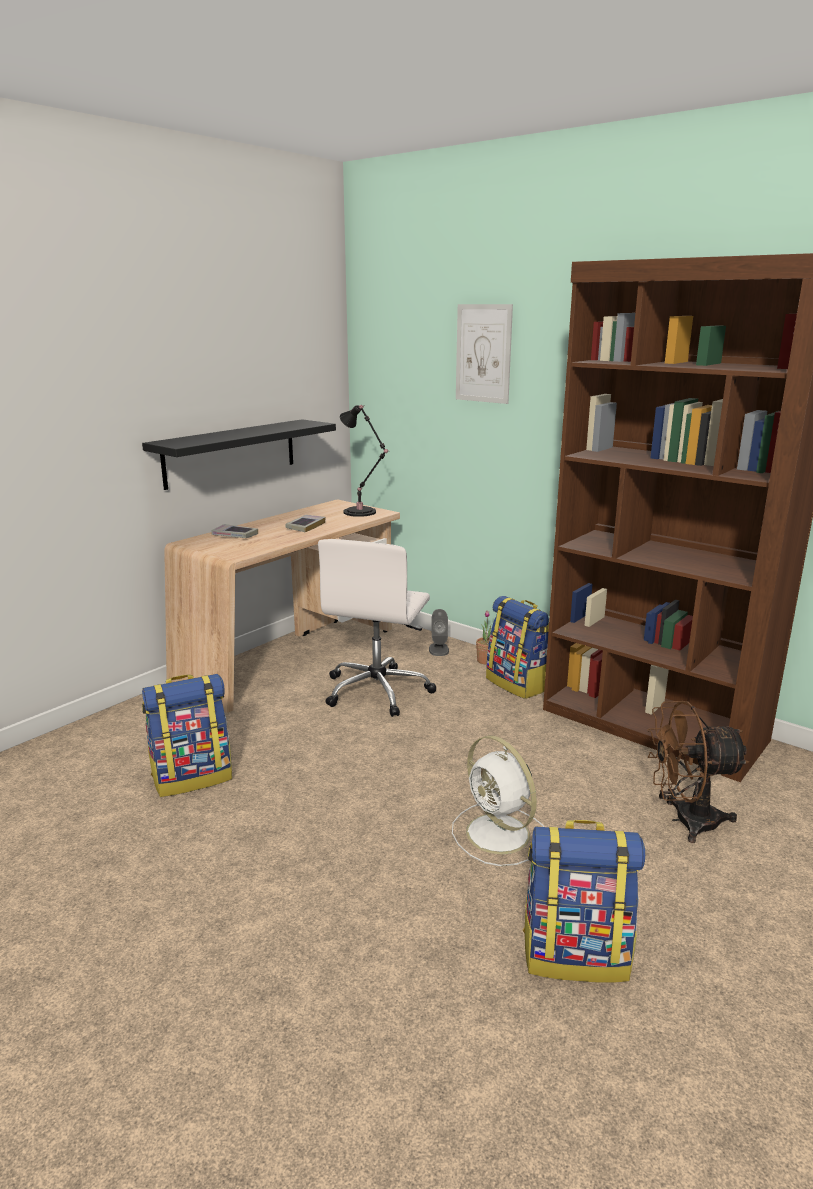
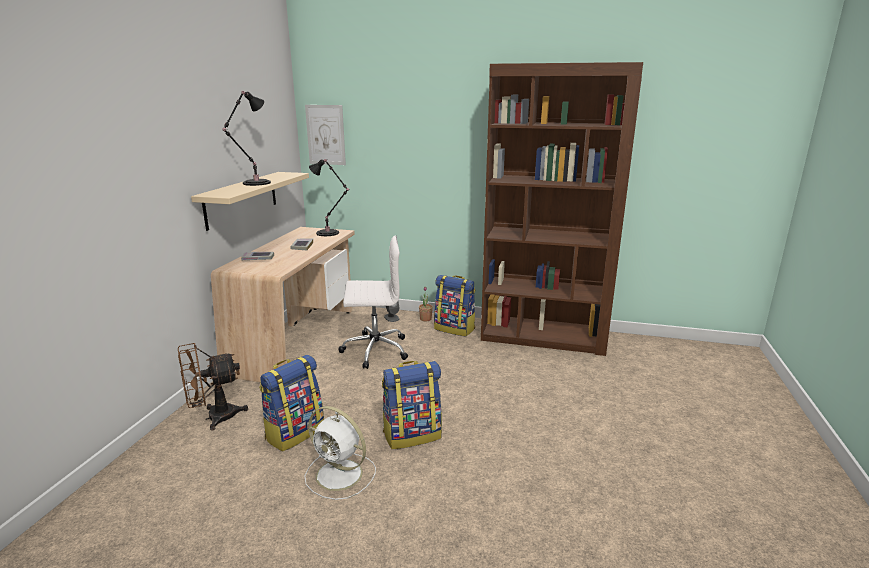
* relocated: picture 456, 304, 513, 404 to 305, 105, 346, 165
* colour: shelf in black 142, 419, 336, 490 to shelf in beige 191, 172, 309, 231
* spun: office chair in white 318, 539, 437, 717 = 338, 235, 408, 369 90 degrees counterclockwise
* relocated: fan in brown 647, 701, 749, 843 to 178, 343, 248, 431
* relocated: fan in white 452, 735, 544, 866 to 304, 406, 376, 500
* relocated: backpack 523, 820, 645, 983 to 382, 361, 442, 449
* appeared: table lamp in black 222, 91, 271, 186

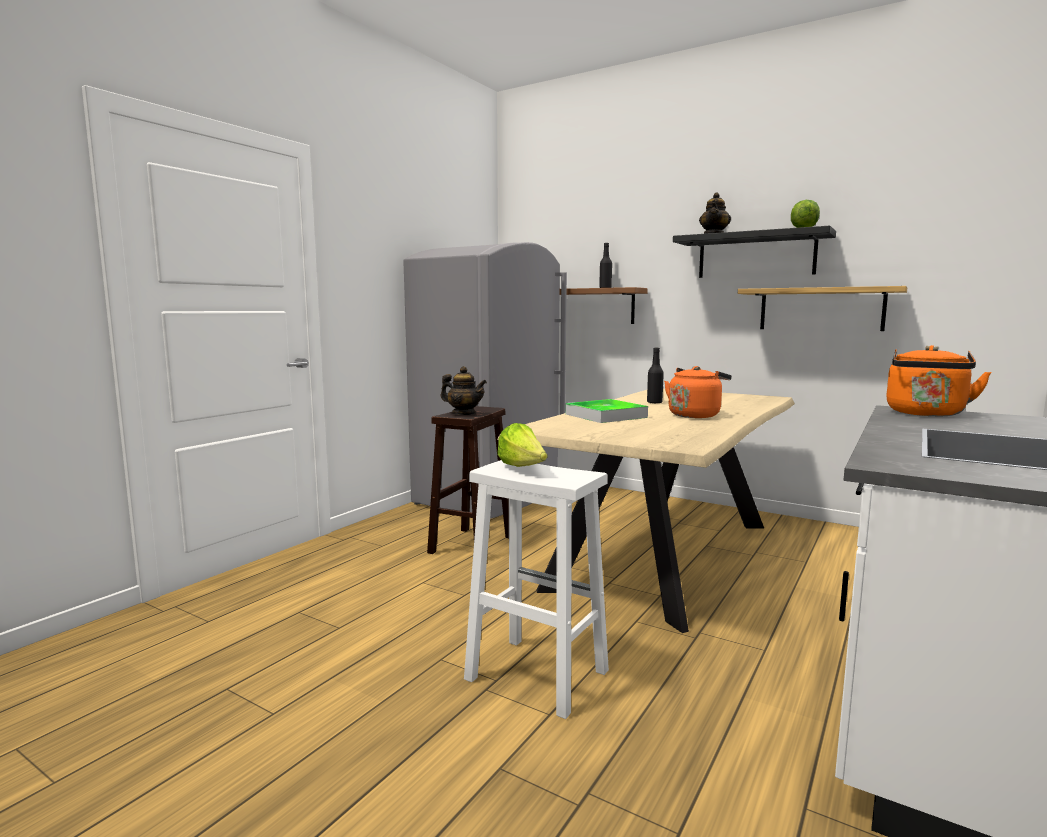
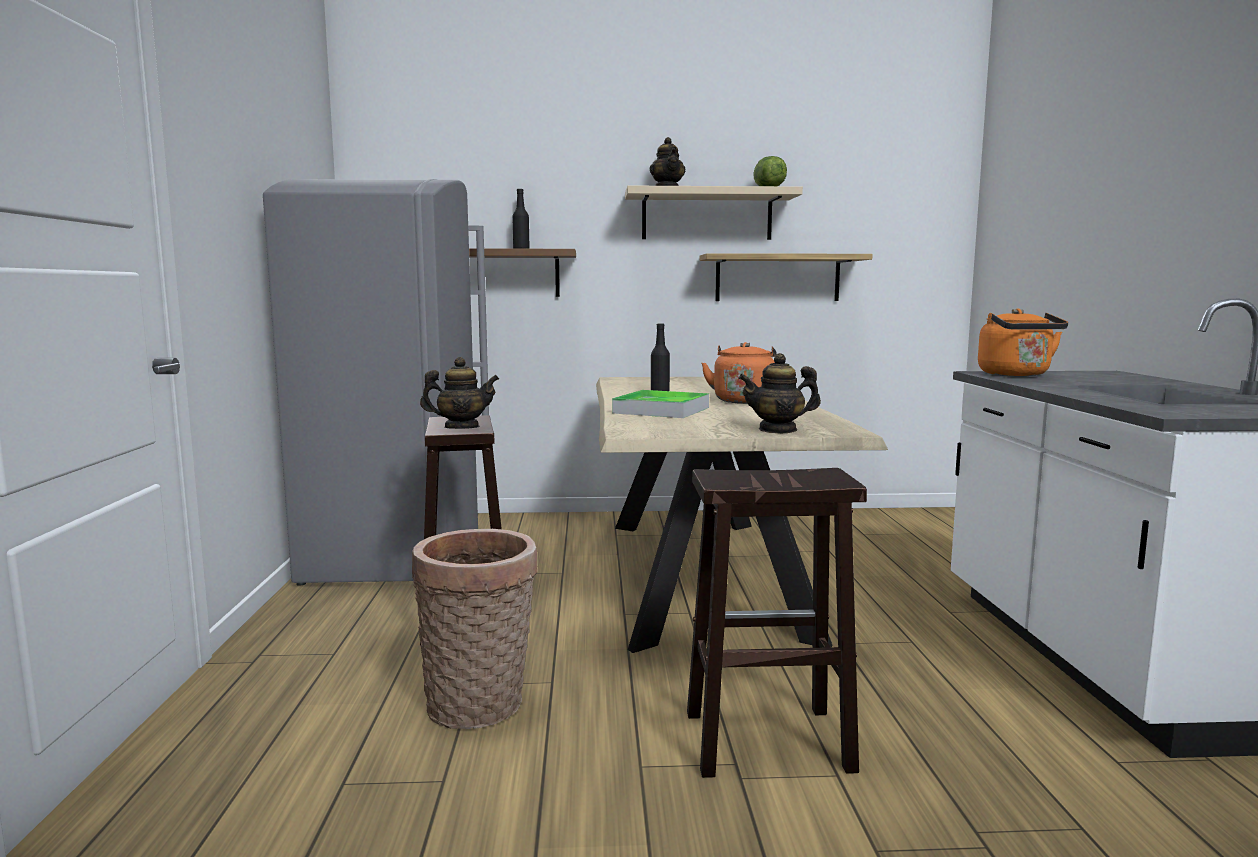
* colour: shelf in black 673, 226, 836, 278 to shelf in beige 625, 186, 803, 240
* missing: lettuce 497, 423, 547, 467
* colour: stool in white 464, 460, 609, 719 to stool in brown 687, 468, 867, 778
* appeared: teapot 738, 353, 821, 433
* appeared: basket 412, 529, 538, 729

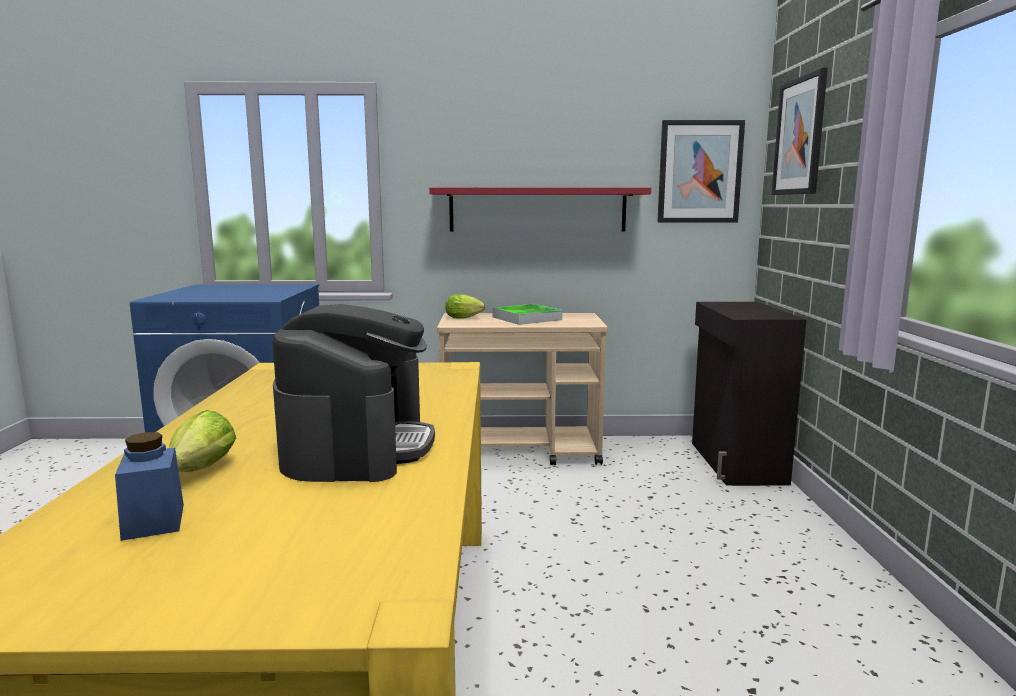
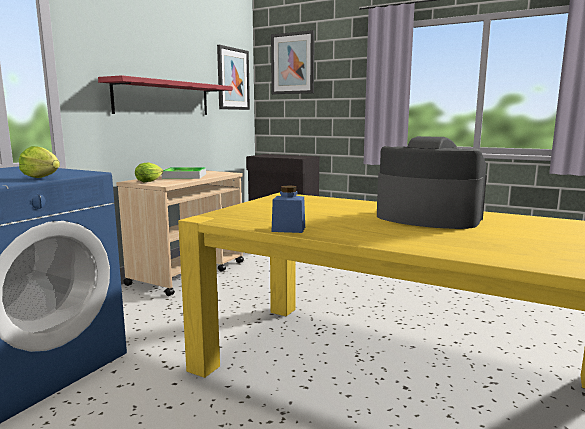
* relocated: lettuce 169, 410, 236, 472 to 19, 146, 60, 178
* relocated: jar in blue 115, 432, 184, 541 to 272, 186, 305, 233

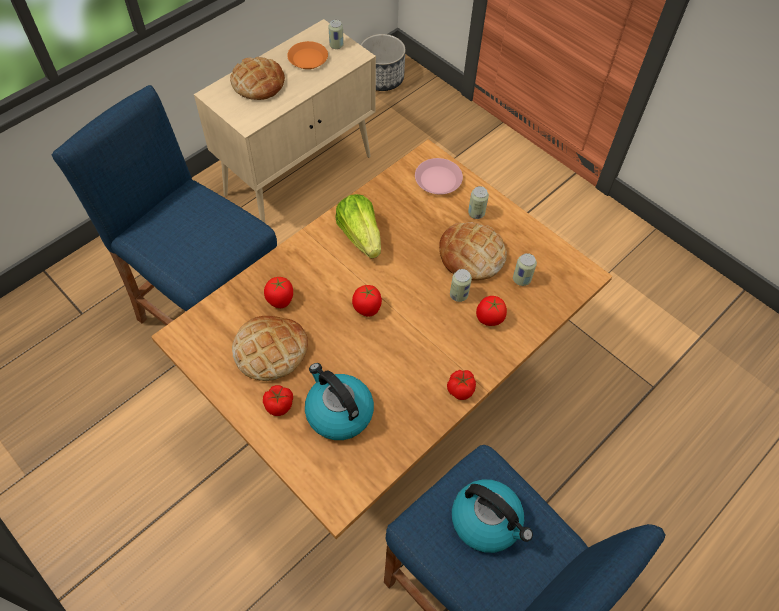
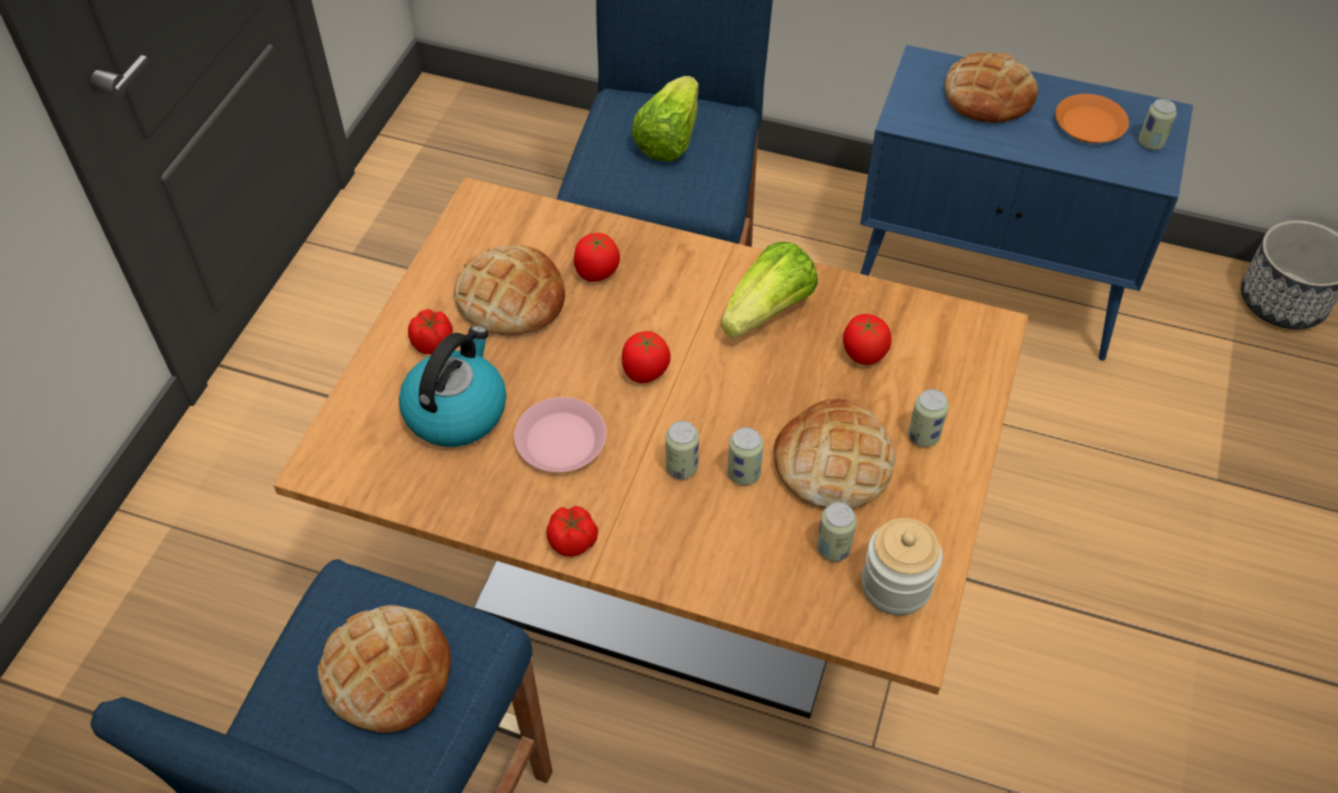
* colour: cabinet in beige 194, 19, 376, 223 to cabinet in blue 860, 45, 1193, 360
* relocated: plate in pink 415, 158, 463, 195 to 514, 397, 607, 472
* relocated: tomato 476, 296, 507, 326 to 843, 314, 892, 365
* exchanged: kettle 452, 479, 533, 553 to bread 318, 605, 451, 733
* appeared: lettuce 632, 76, 699, 161
* appeared: can 666, 421, 699, 480
* appeared: jar 862, 518, 943, 616

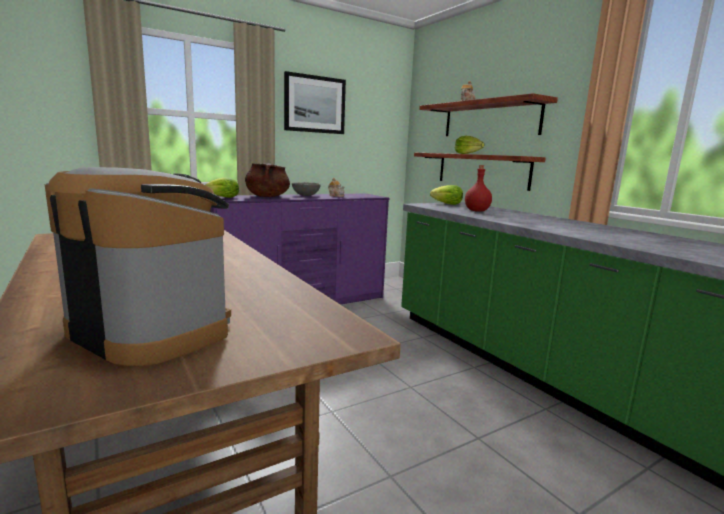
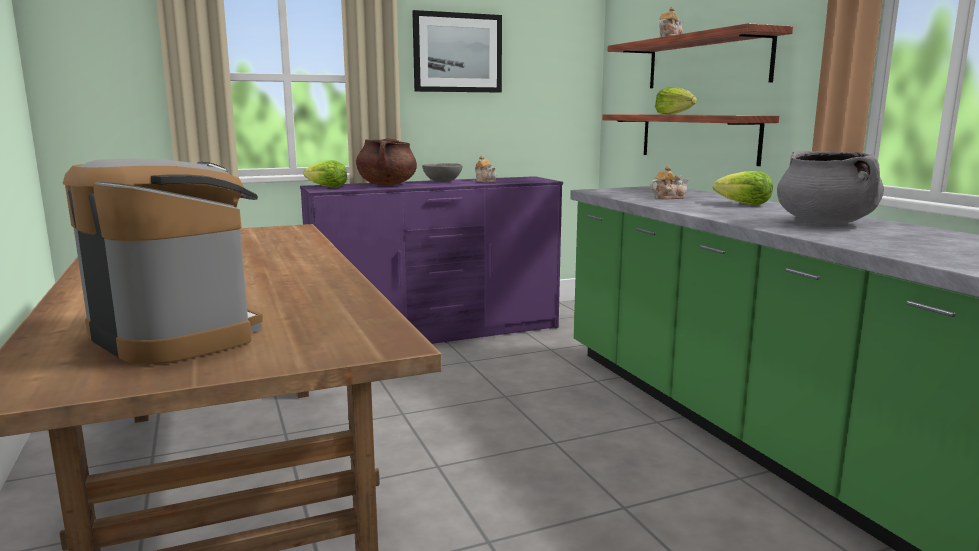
* exchanged: bottle in red 465, 165, 492, 212 to teapot 650, 166, 689, 199
* relocated: lettuce 430, 185, 463, 205 to 713, 171, 773, 205
* appeared: cooking pot in grey 777, 151, 884, 224

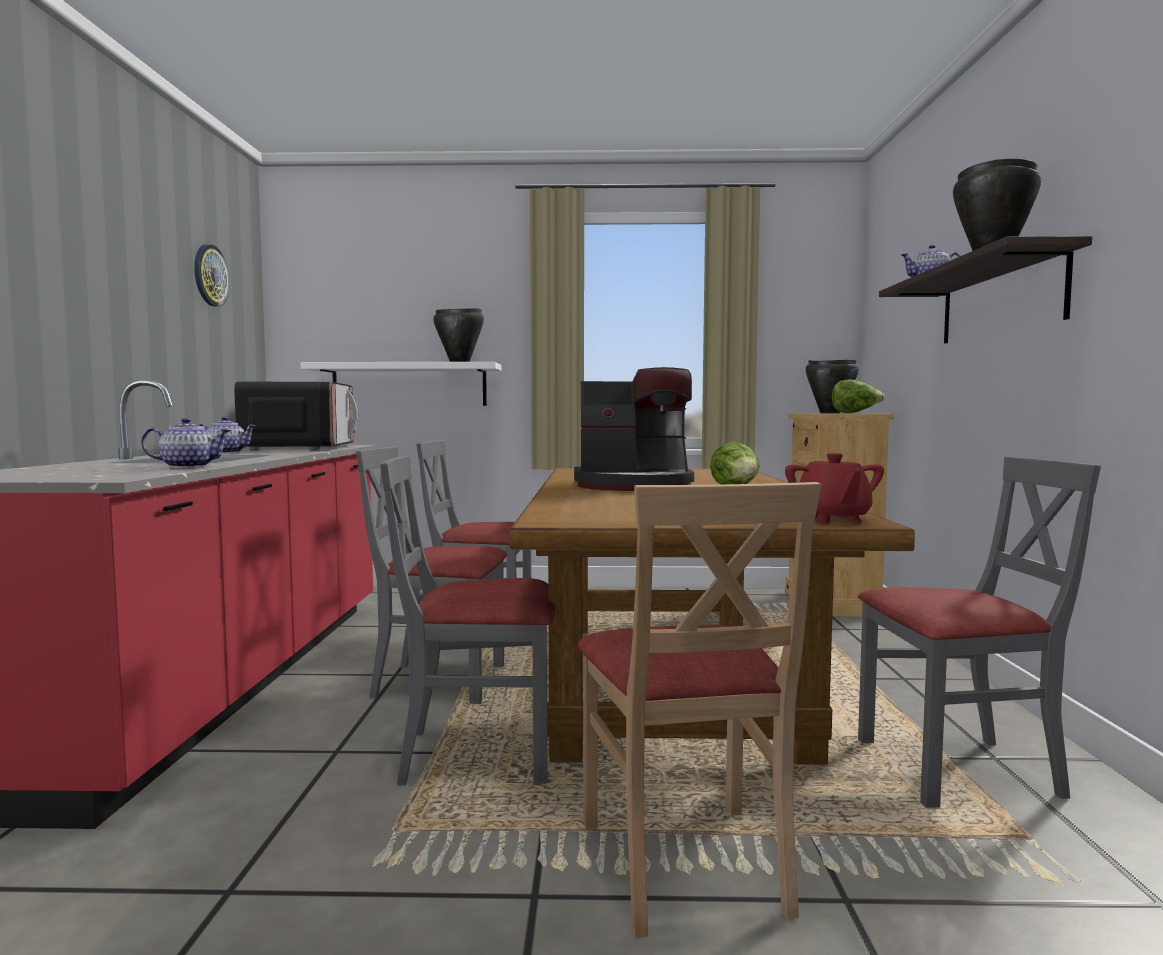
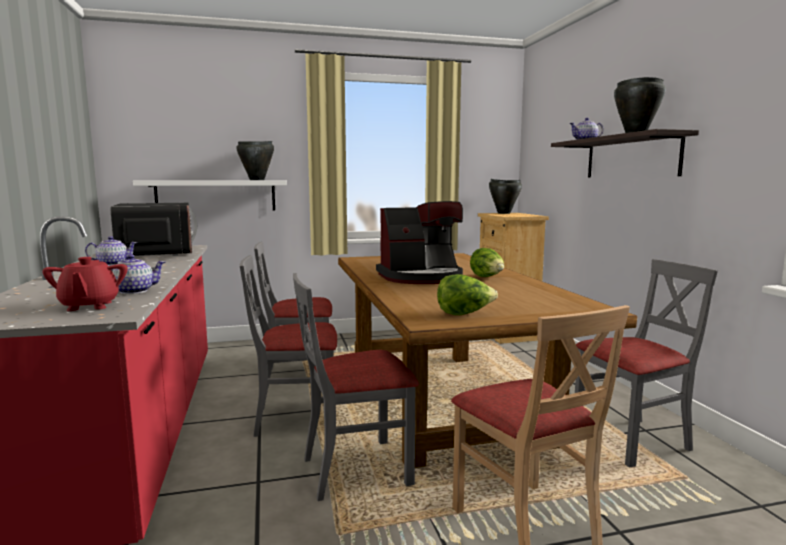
* missing: wall clock 194, 244, 230, 306
* relocated: lettuce 832, 379, 884, 413 to 437, 274, 498, 315
* relocated: teapot in red 785, 453, 884, 523 to 42, 257, 128, 311

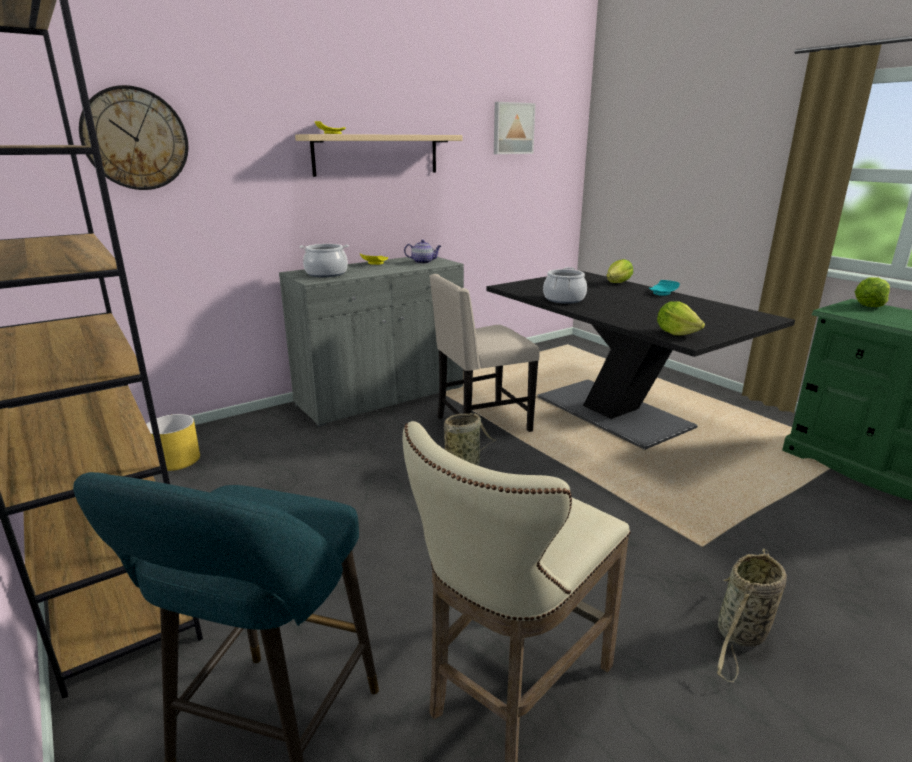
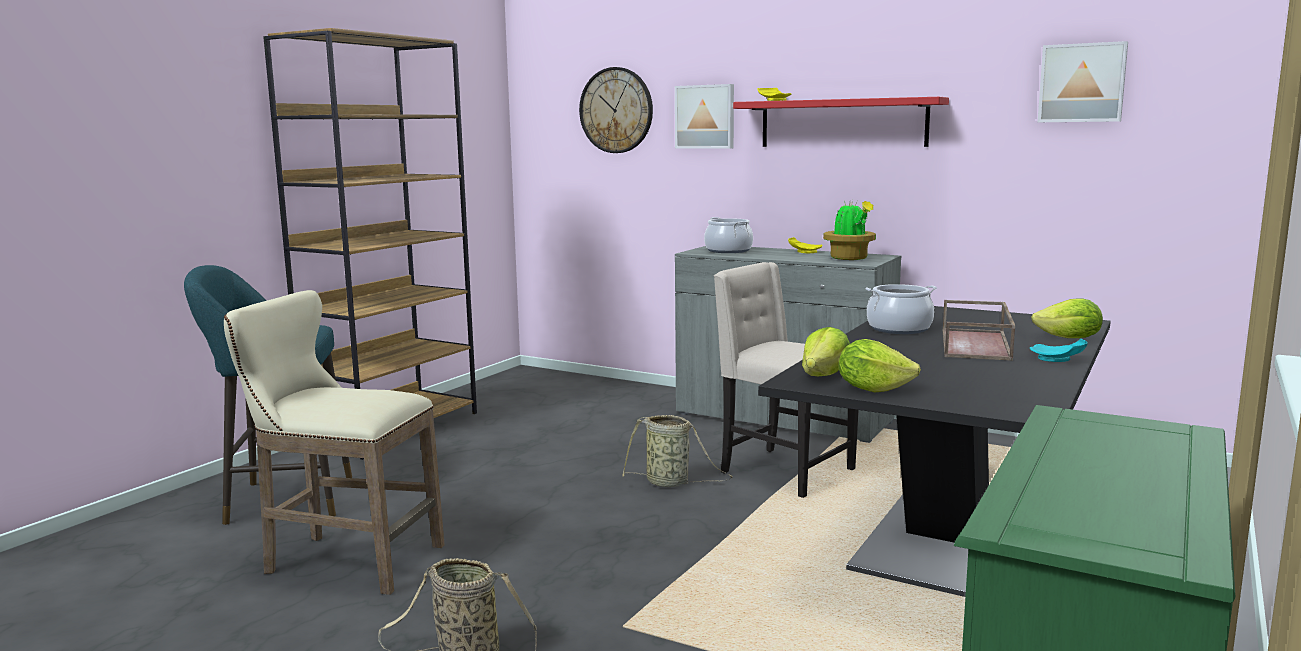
* colour: shelf in beige 295, 134, 462, 177 to shelf in red 733, 97, 949, 147
* exchanged: teapot 404, 240, 441, 264 to potted plant 823, 200, 876, 260
* relocated: lettuce 855, 277, 890, 307 to 839, 339, 921, 393
* missing: planter in yellow 146, 414, 200, 471
* appeared: picture 675, 84, 734, 149
* appeared: tray in brown 943, 300, 1015, 361

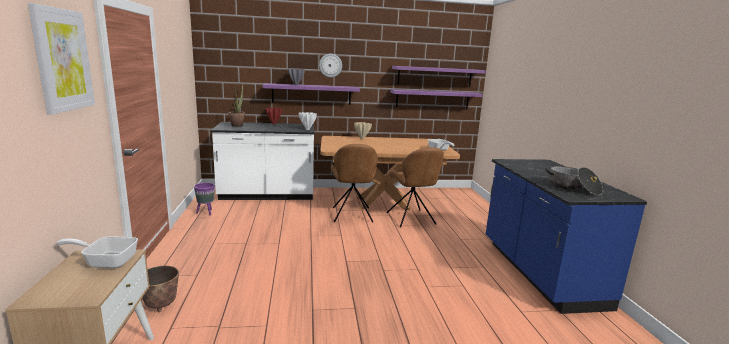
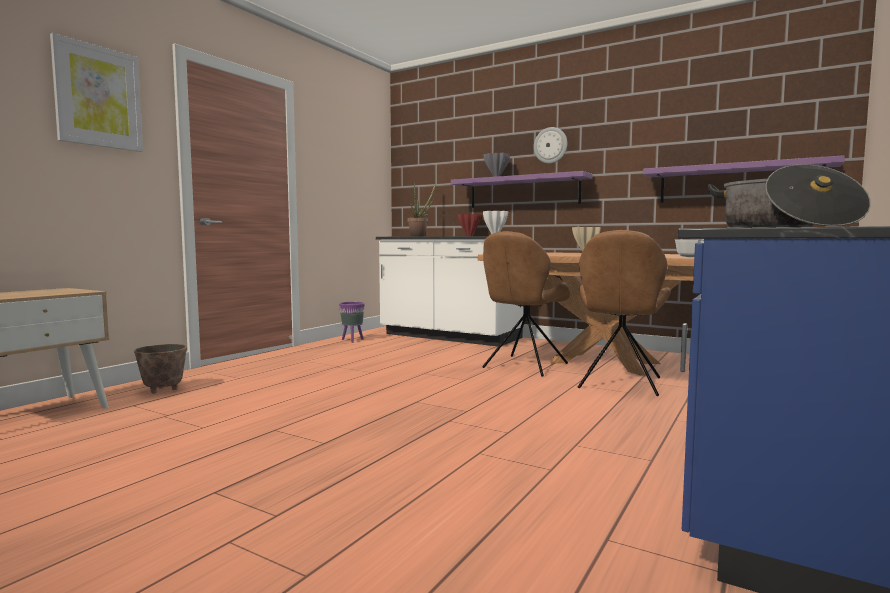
* missing: shelf in purple 392, 66, 486, 87
* missing: frying pan 56, 236, 138, 268

